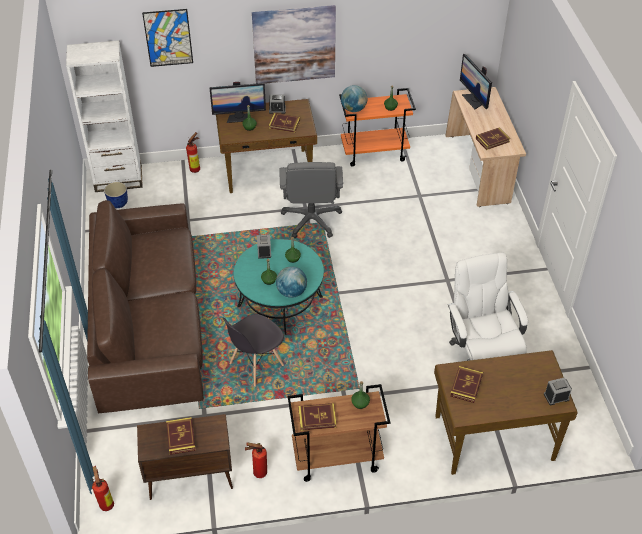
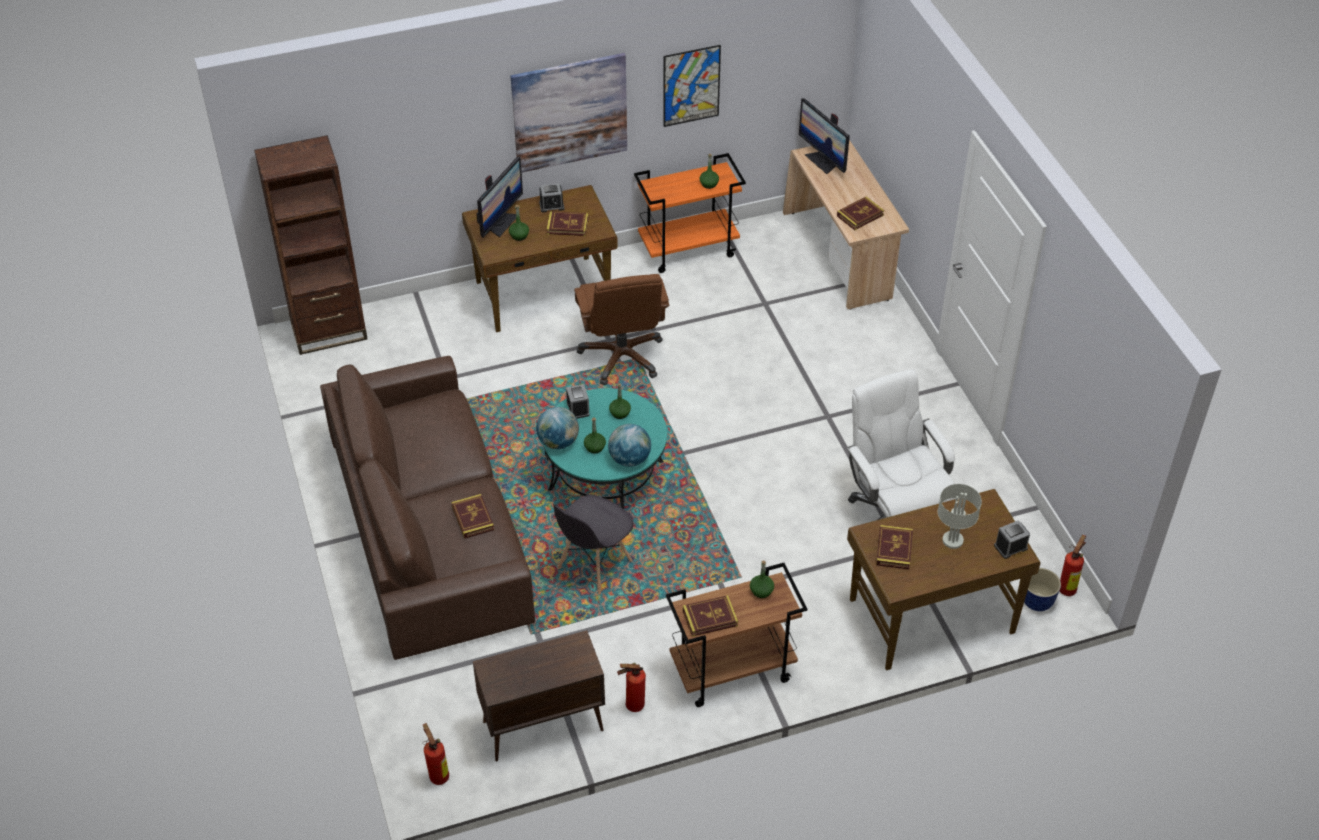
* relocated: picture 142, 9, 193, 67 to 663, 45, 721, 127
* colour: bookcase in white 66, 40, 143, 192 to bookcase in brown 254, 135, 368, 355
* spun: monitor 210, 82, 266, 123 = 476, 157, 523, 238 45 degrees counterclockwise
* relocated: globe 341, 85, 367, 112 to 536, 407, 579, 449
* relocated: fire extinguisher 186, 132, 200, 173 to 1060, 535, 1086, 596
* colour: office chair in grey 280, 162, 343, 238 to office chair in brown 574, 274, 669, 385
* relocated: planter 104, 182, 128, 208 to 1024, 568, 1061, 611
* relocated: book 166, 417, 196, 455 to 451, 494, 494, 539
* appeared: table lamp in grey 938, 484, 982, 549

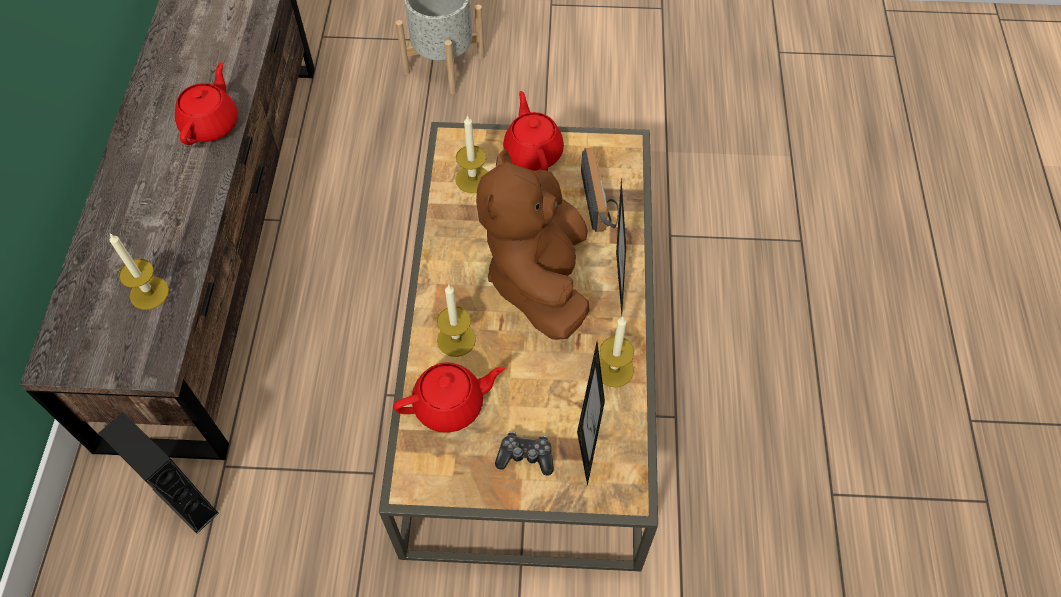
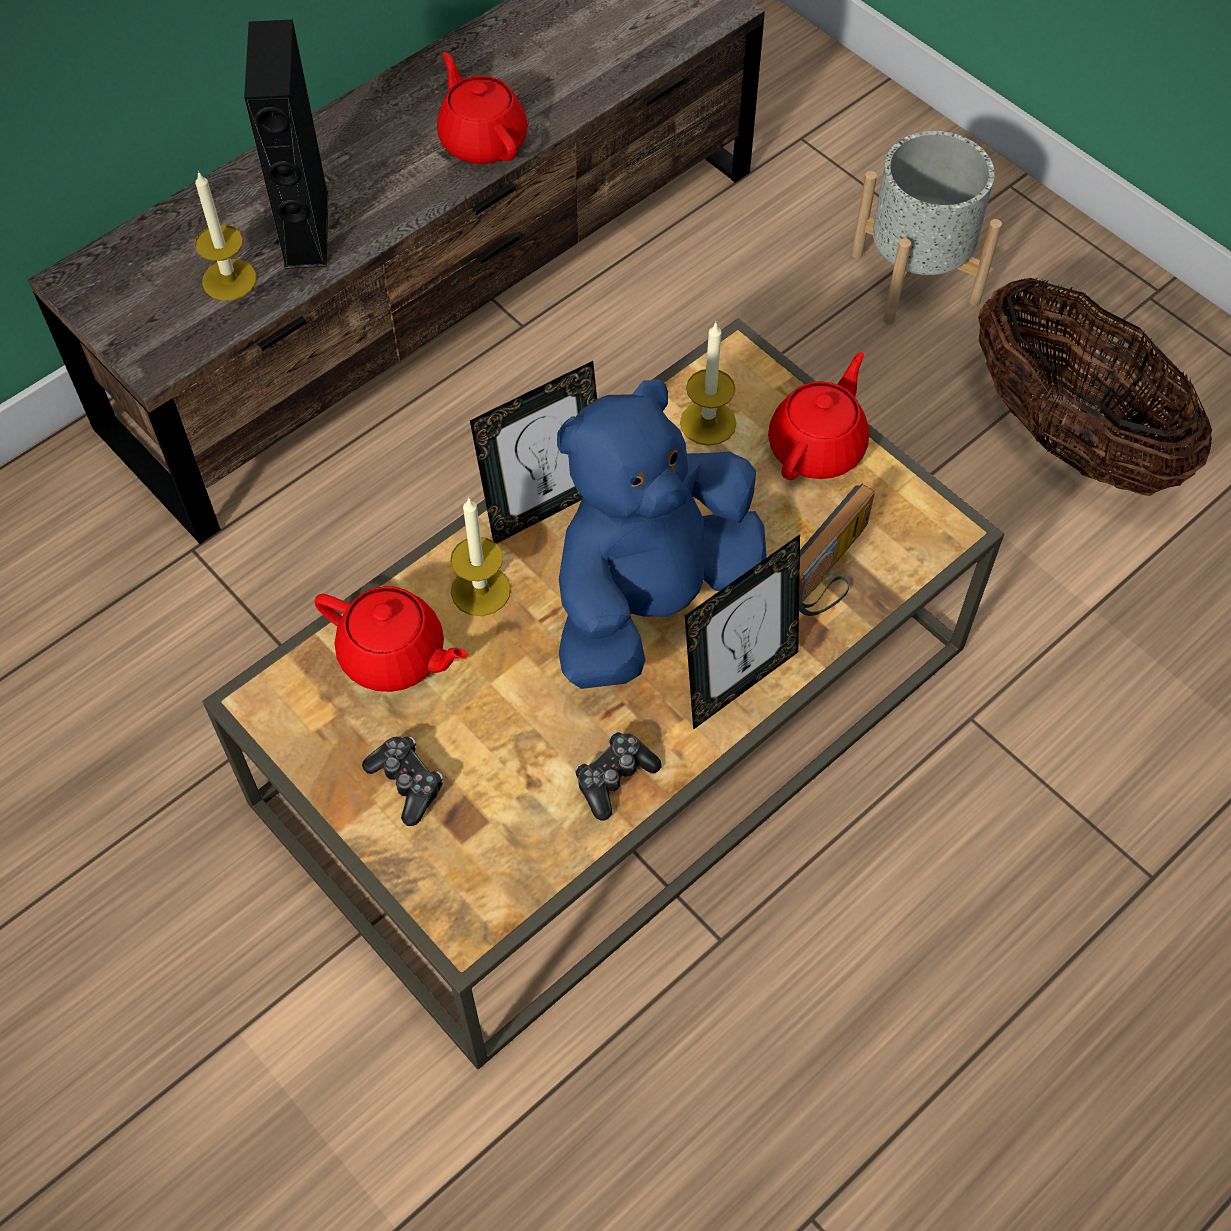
* spun: teapot in red 175, 62, 238, 145 = 437, 52, 528, 164 90 degrees counterclockwise
* colour: plush toy in brown 476, 149, 590, 340 to plush toy in blue 557, 380, 767, 689
* exchanged: candle 599, 316, 634, 388 to game controller 575, 732, 662, 821
* relocated: picture frame 577, 342, 605, 486 to 470, 361, 597, 544
* relocated: speaker in black 98, 412, 219, 534 to 244, 19, 328, 269
* appeared: basket 978, 278, 1212, 496

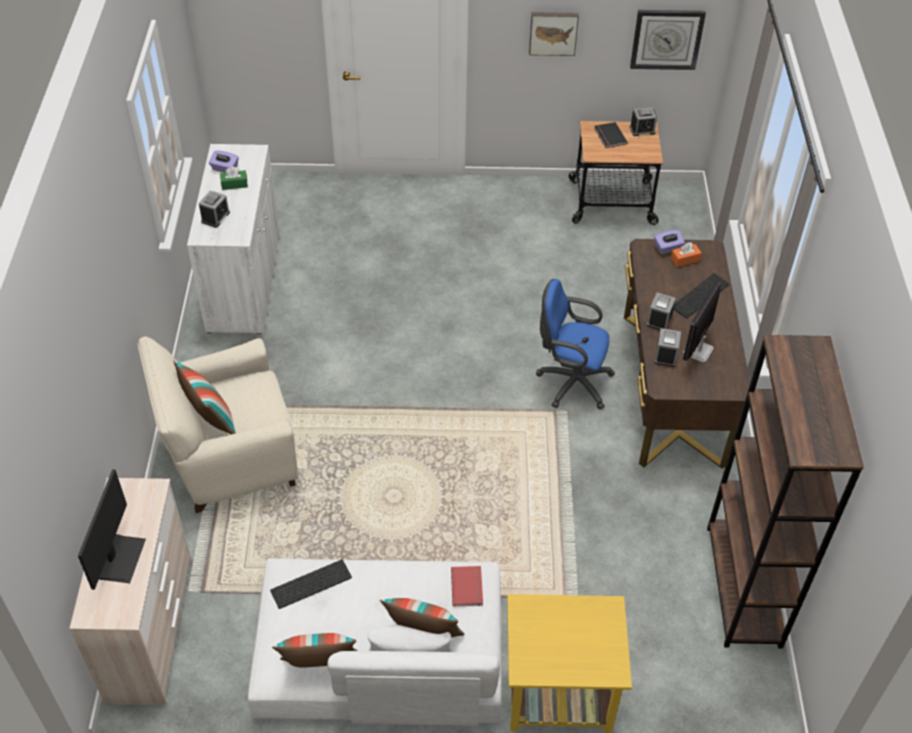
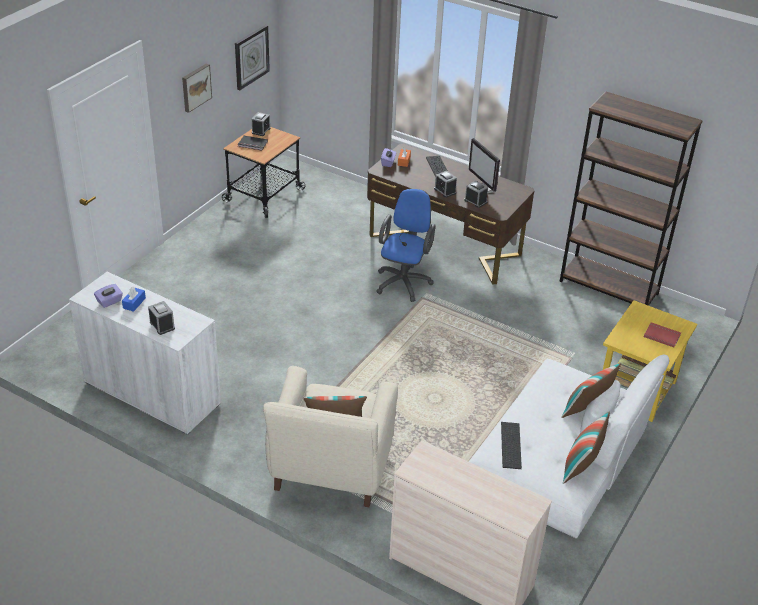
* colour: tissue box in green 220, 167, 248, 190 to tissue box in blue 122, 287, 146, 312
* spun: office chair in blue 536, 279, 615, 410 = 376, 189, 435, 302 150 degrees clockwise
* missing: monitor 78, 469, 146, 590
* relocated: book in red 451, 566, 483, 606 to 644, 322, 681, 347

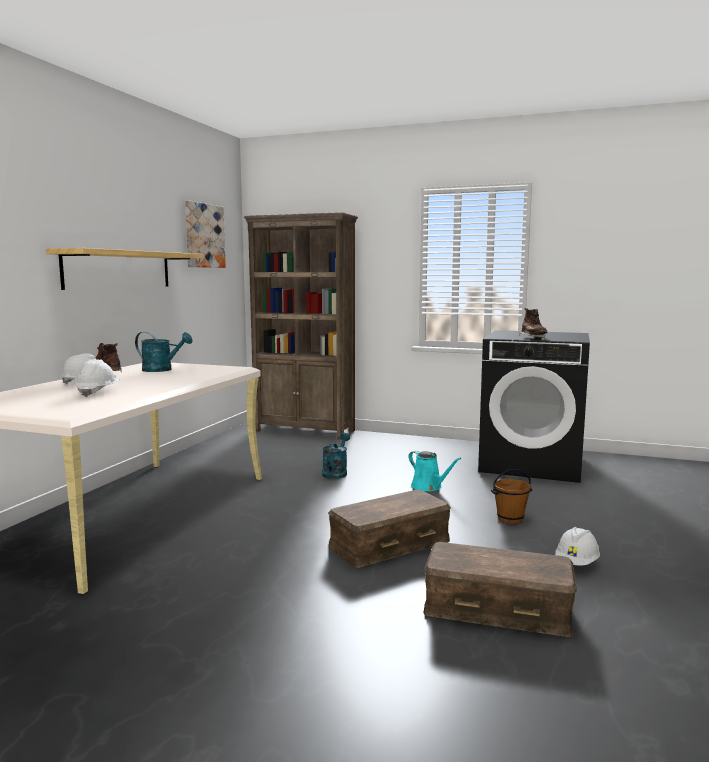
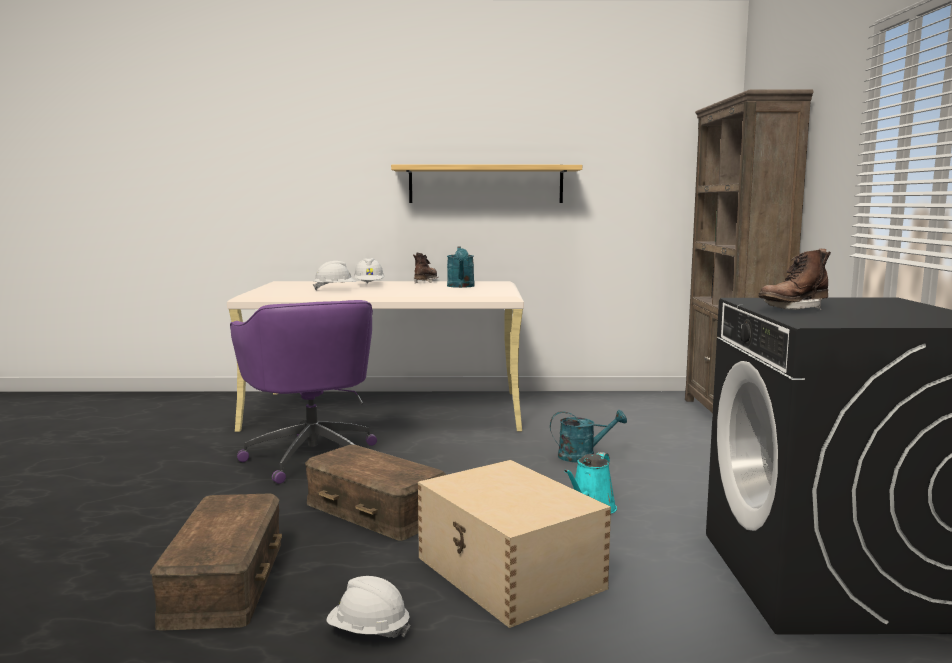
* missing: picture 185, 201, 226, 268
* exchanged: bucket in brown 491, 469, 532, 524 to storage box in beige 418, 460, 611, 628
* appeared: office chair in purple 230, 300, 377, 484

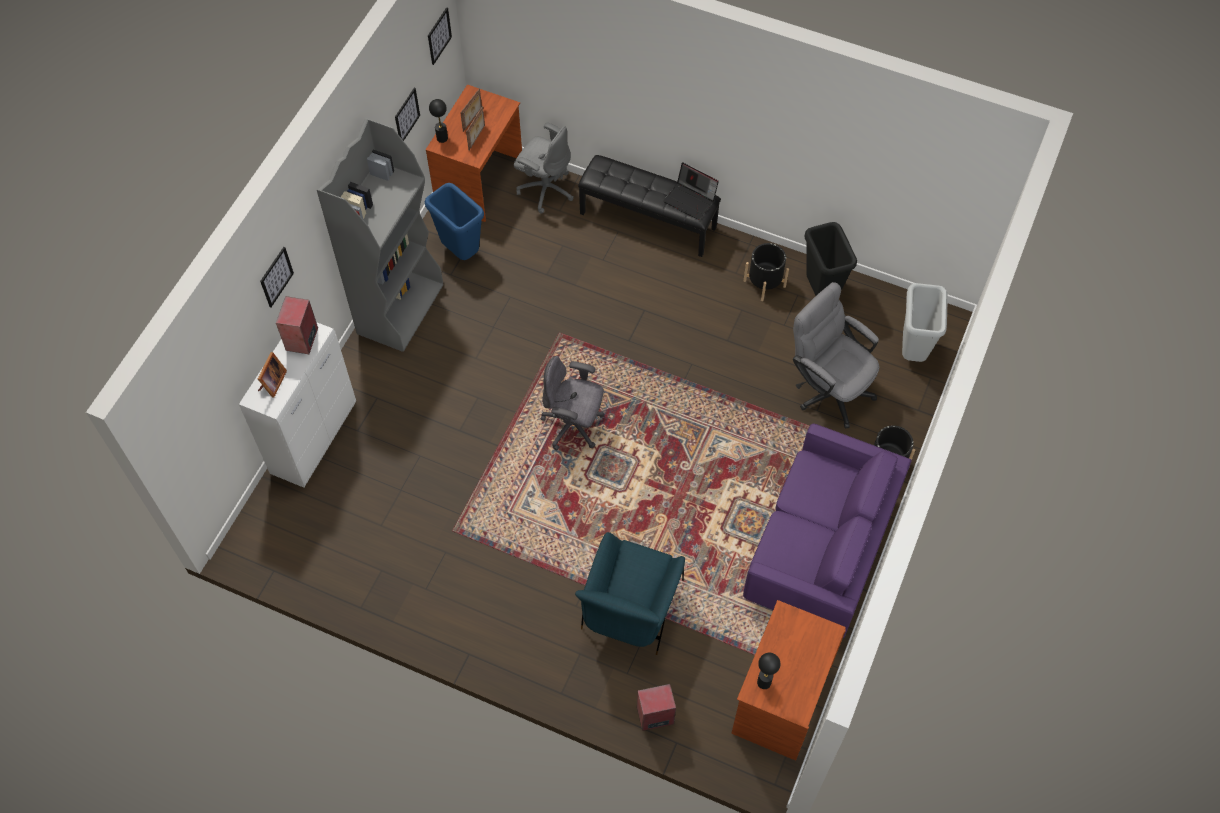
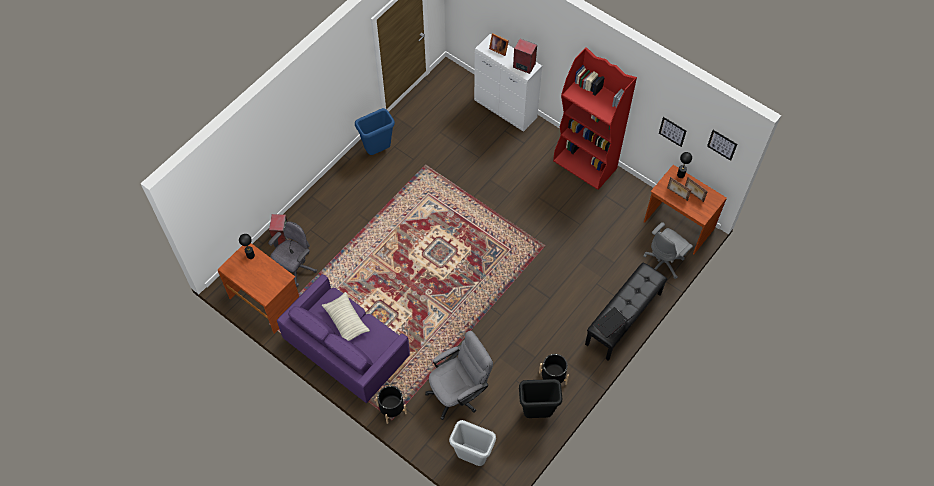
* colour: bookcase in grey 317, 118, 444, 352 to bookcase in red 553, 47, 637, 190
* relocated: trash can in blue 425, 183, 484, 260 to 355, 108, 395, 155
* missing: picture 260, 247, 294, 307
* relocated: office chair in grey 540, 356, 604, 451 to 268, 221, 317, 287
* missing: armchair in blue 575, 532, 685, 655
* appeared: pillow 322, 292, 370, 341

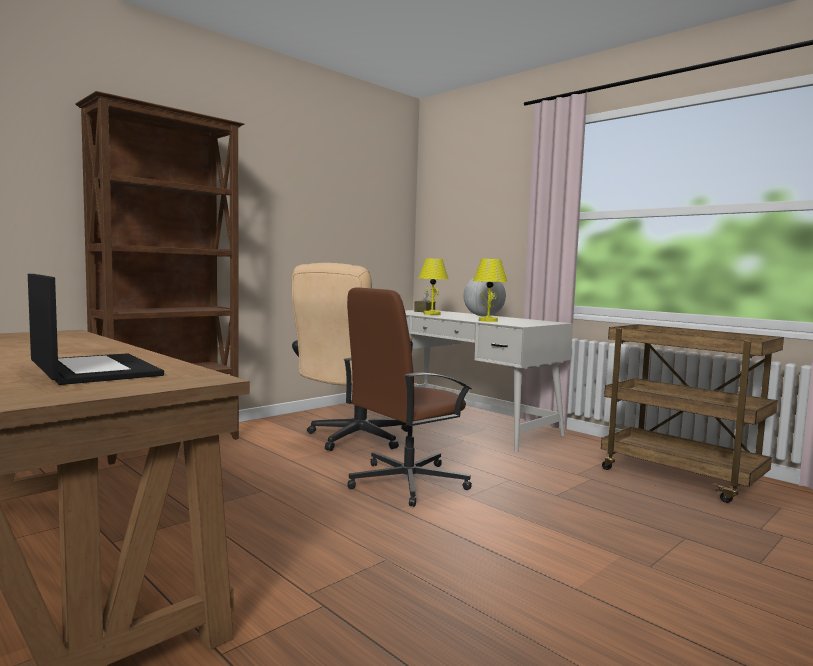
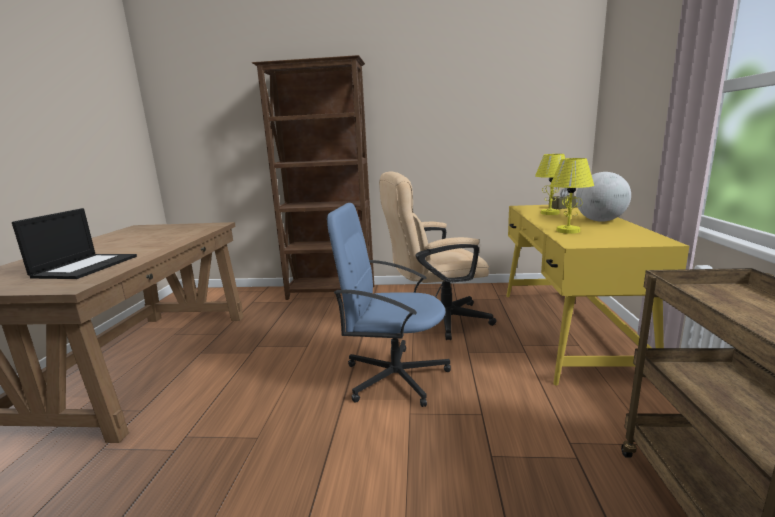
* colour: office chair in brown 343, 288, 472, 507 to office chair in blue 327, 203, 451, 407
* colour: desk in white 405, 310, 573, 452 to desk in yellow 506, 205, 689, 385

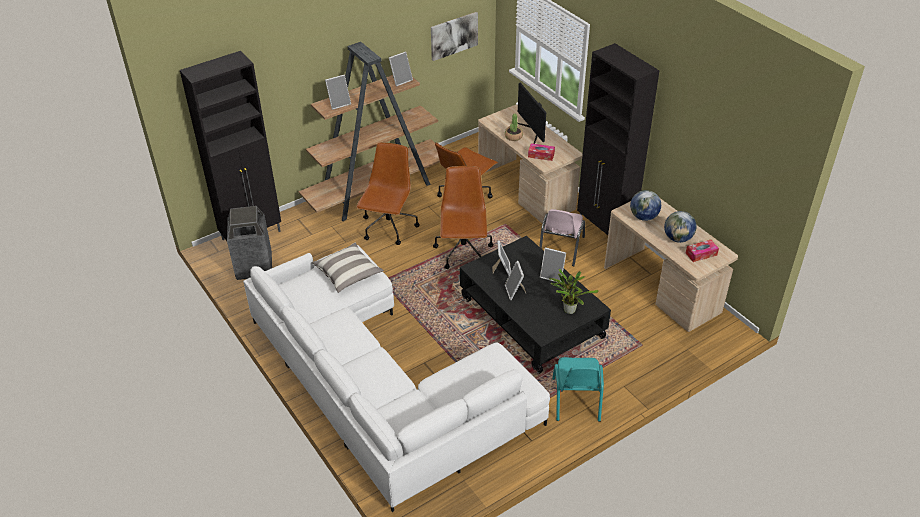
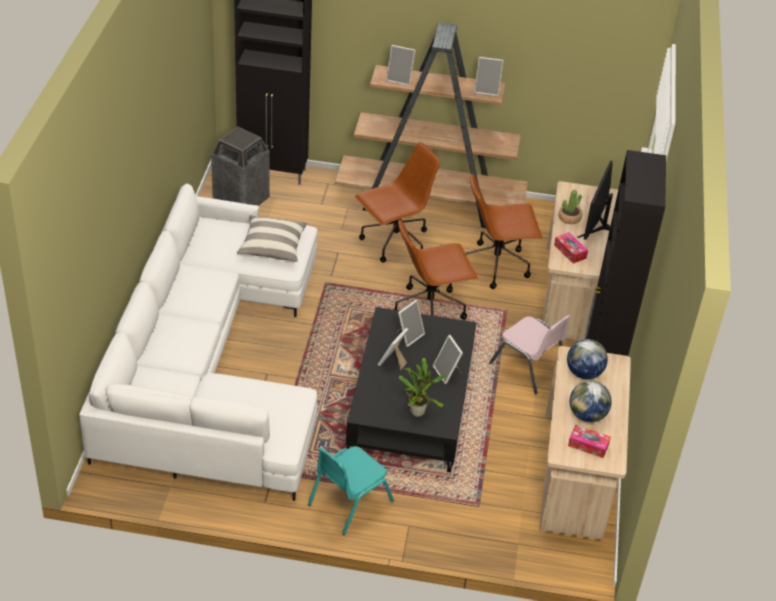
* missing: picture 431, 12, 478, 61
* spun: office chair in brown 433, 166, 494, 269 = 394, 219, 478, 320 150 degrees counterclockwise
* spun: chair in pink 539, 209, 585, 266 = 489, 315, 571, 395 105 degrees counterclockwise

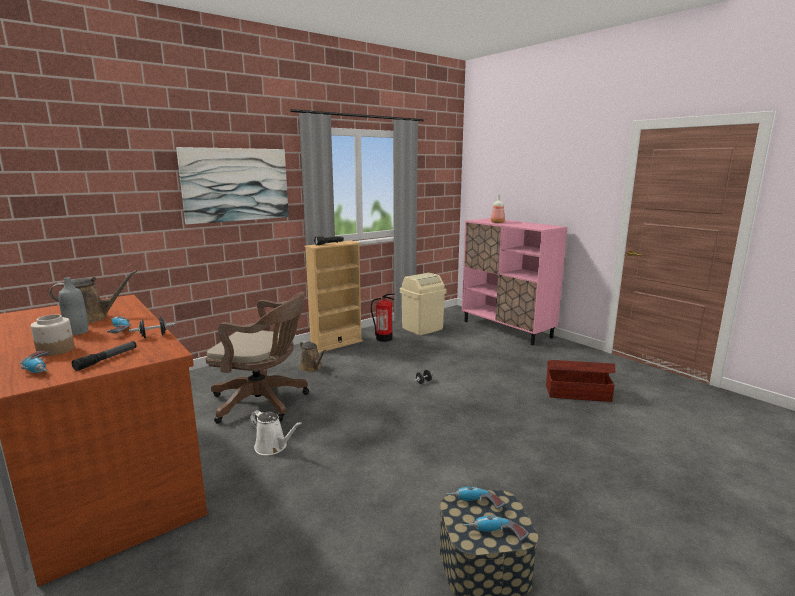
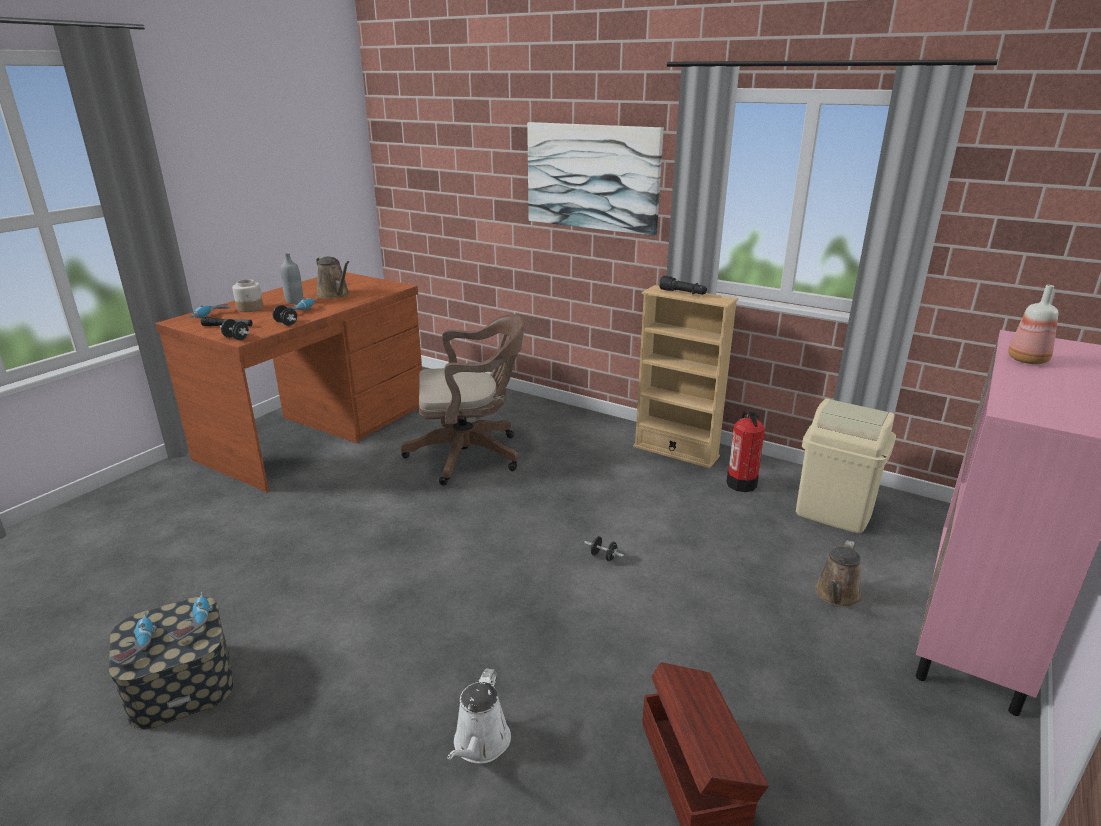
* spun: office chair in brown 205, 292, 309, 424 = 401, 314, 525, 486 90 degrees counterclockwise
* relocated: watering can in brown 299, 341, 326, 372 to 814, 540, 862, 607
* relocated: watering can in white 250, 410, 302, 455 to 447, 668, 511, 764
* appeared: dumbbell in black 220, 319, 250, 340

